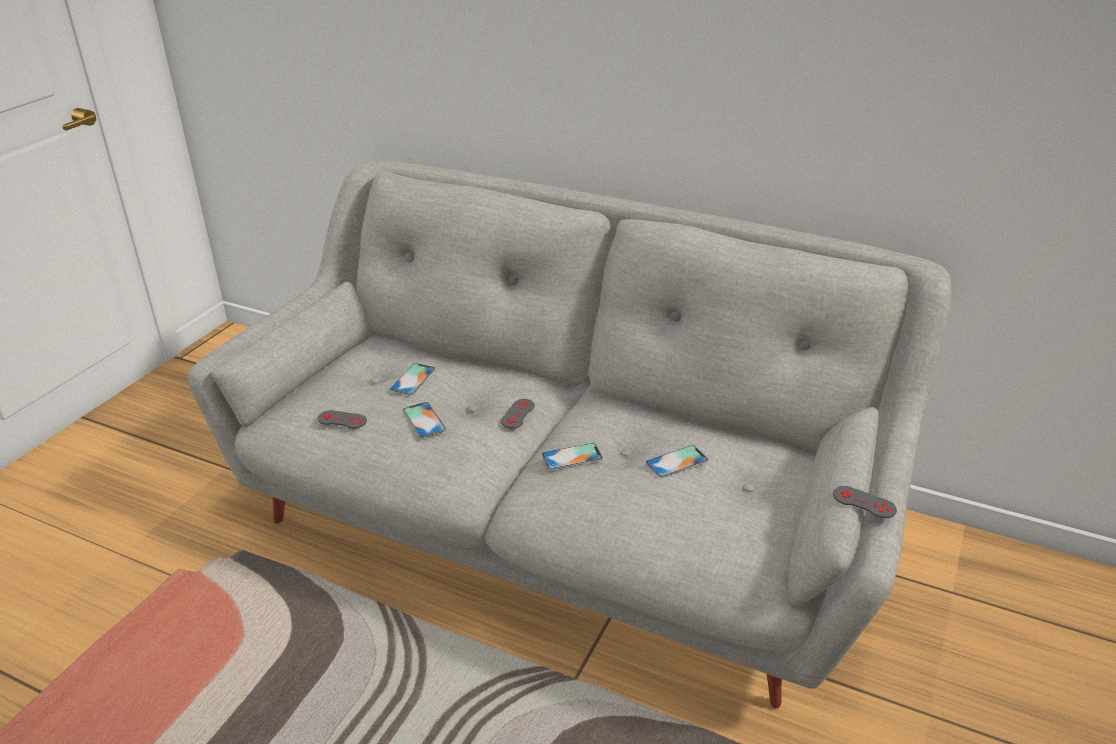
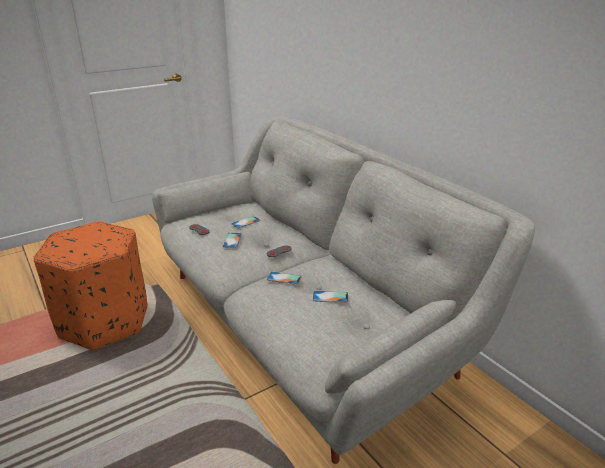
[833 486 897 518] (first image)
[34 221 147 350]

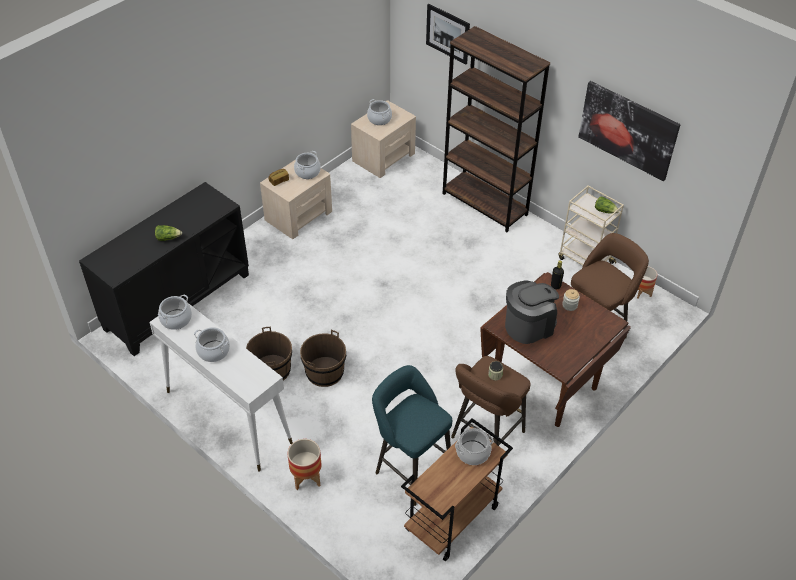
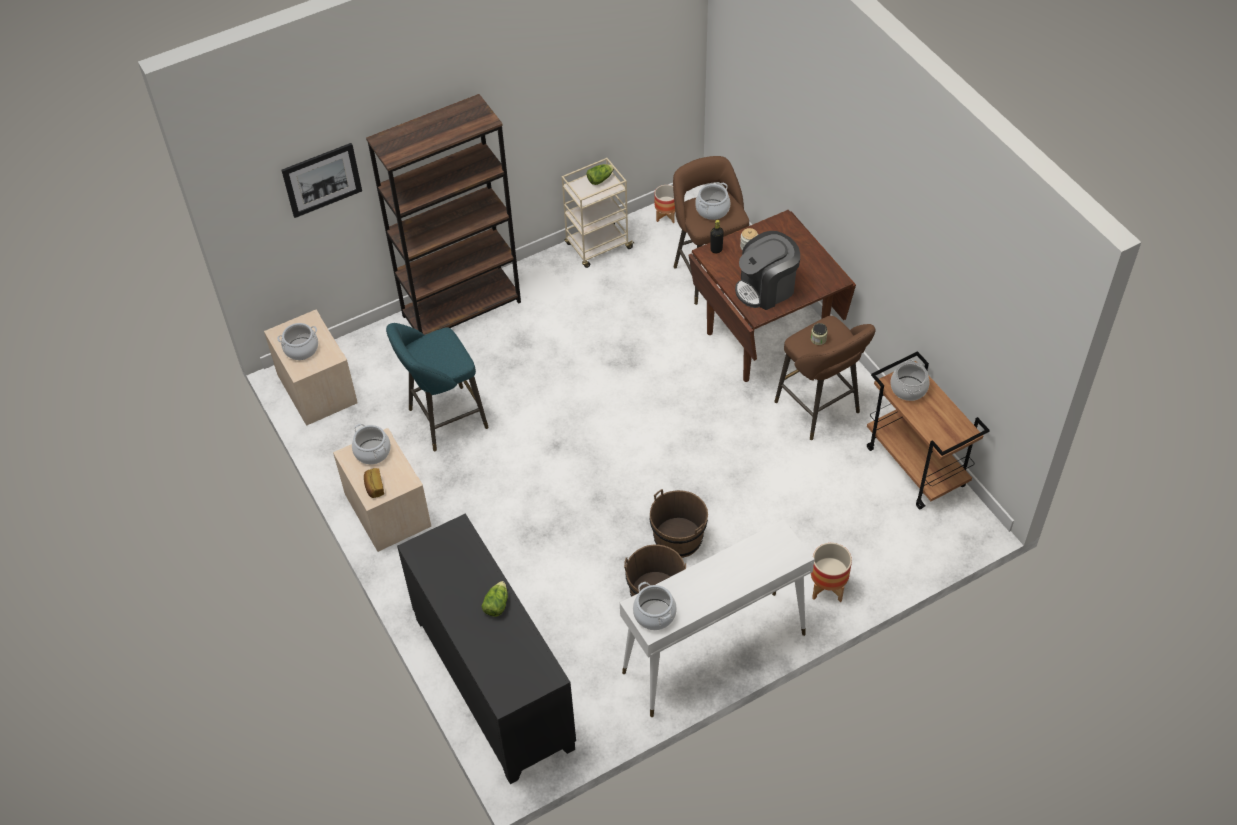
[578 81 681 181] (first image)
[735 231 800 310]
[695 182 730 220]
[386 323 489 452]

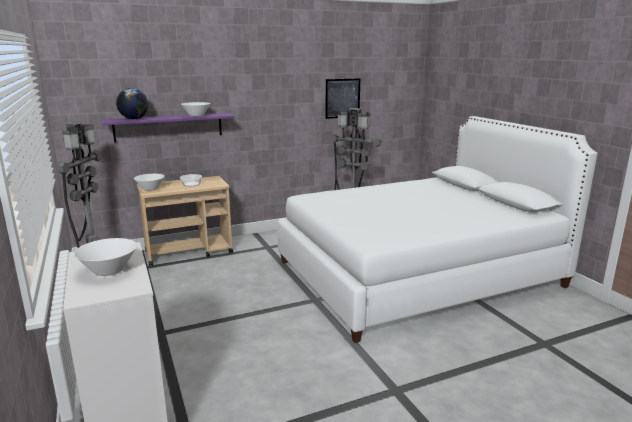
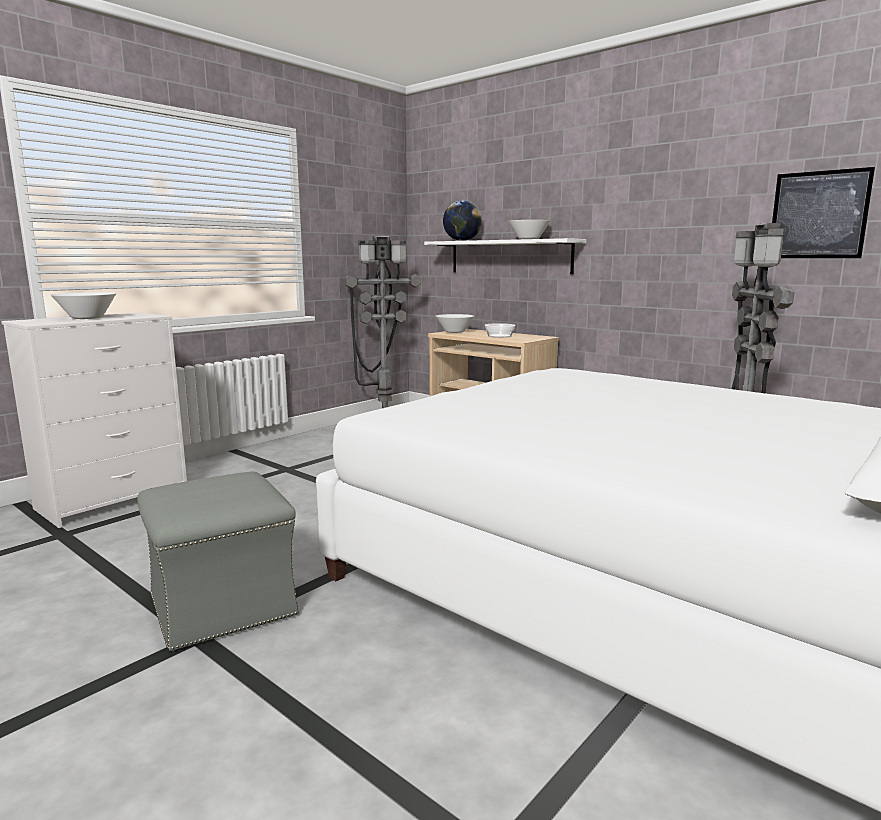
[424 238 586 274]
[137 472 299 651]

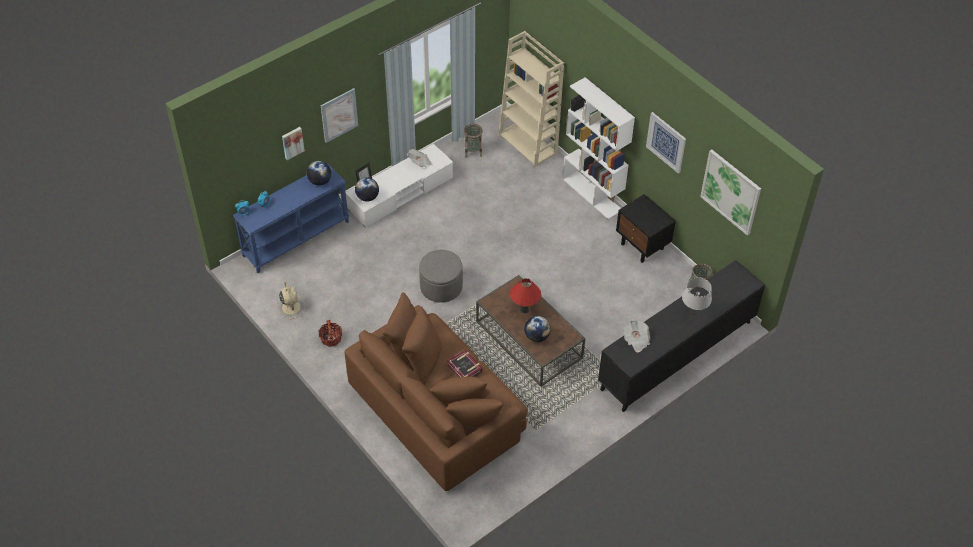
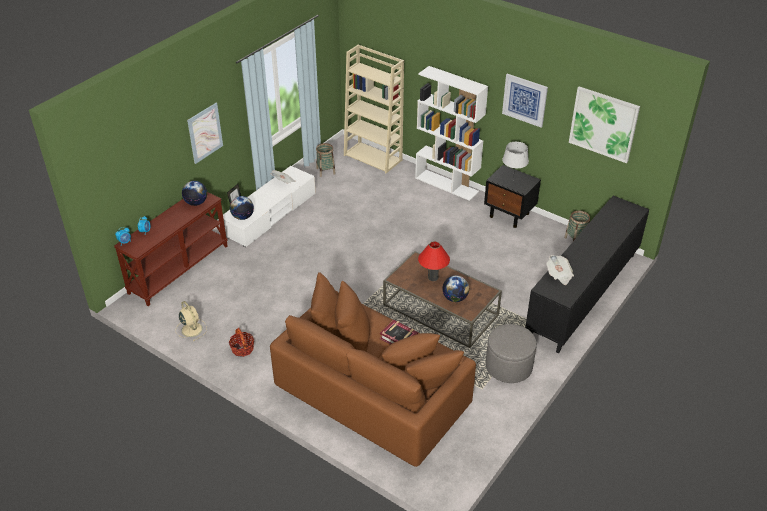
[282 127 305 160] (first image)
[114 192 228 306]
[486 324 537 383]
[502 142 529 180]

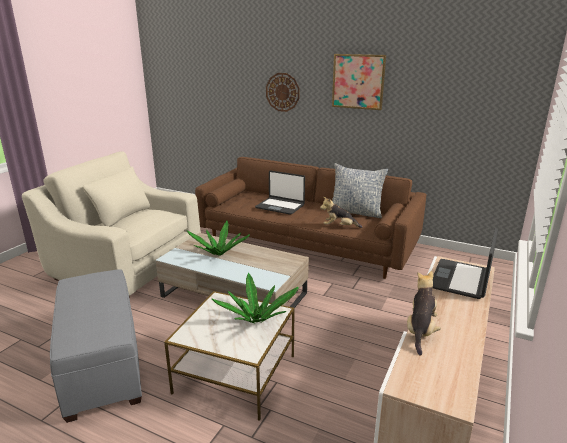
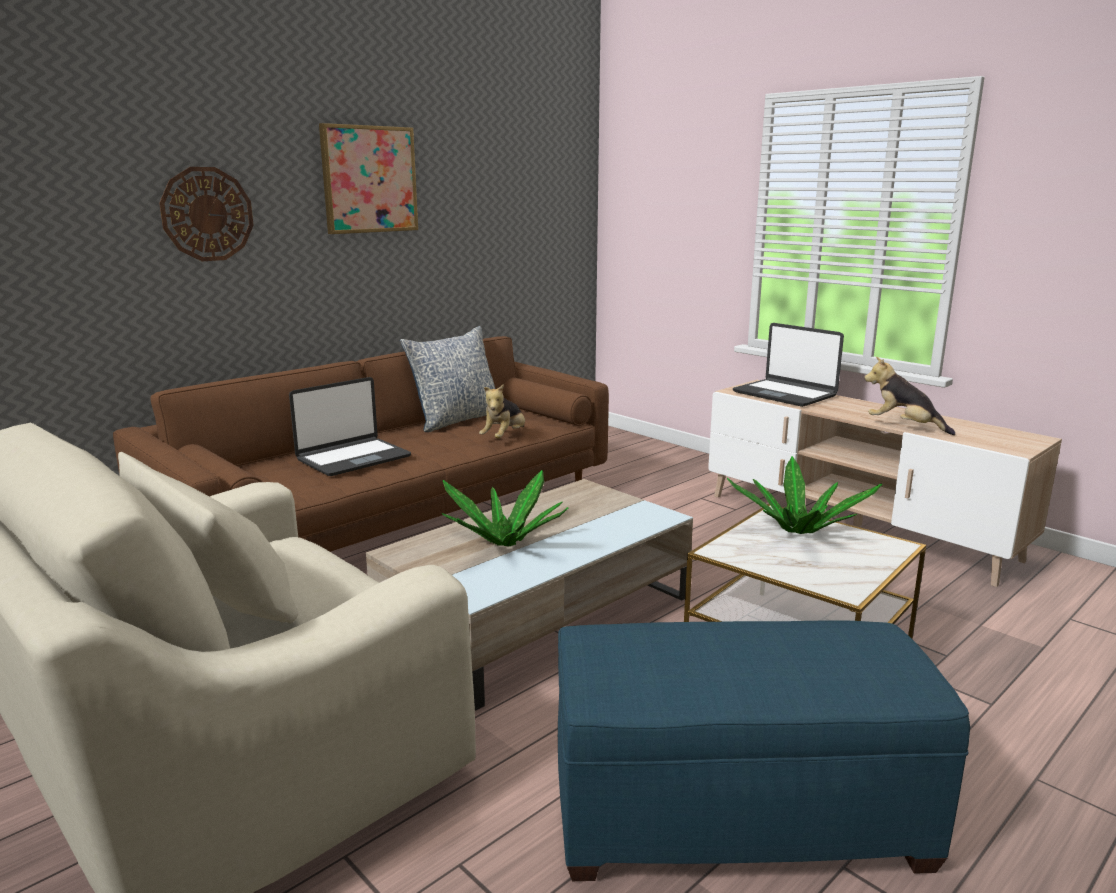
[558 620 970 881]

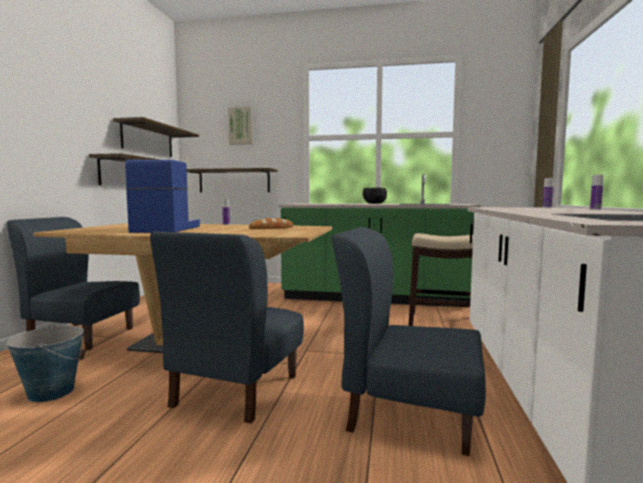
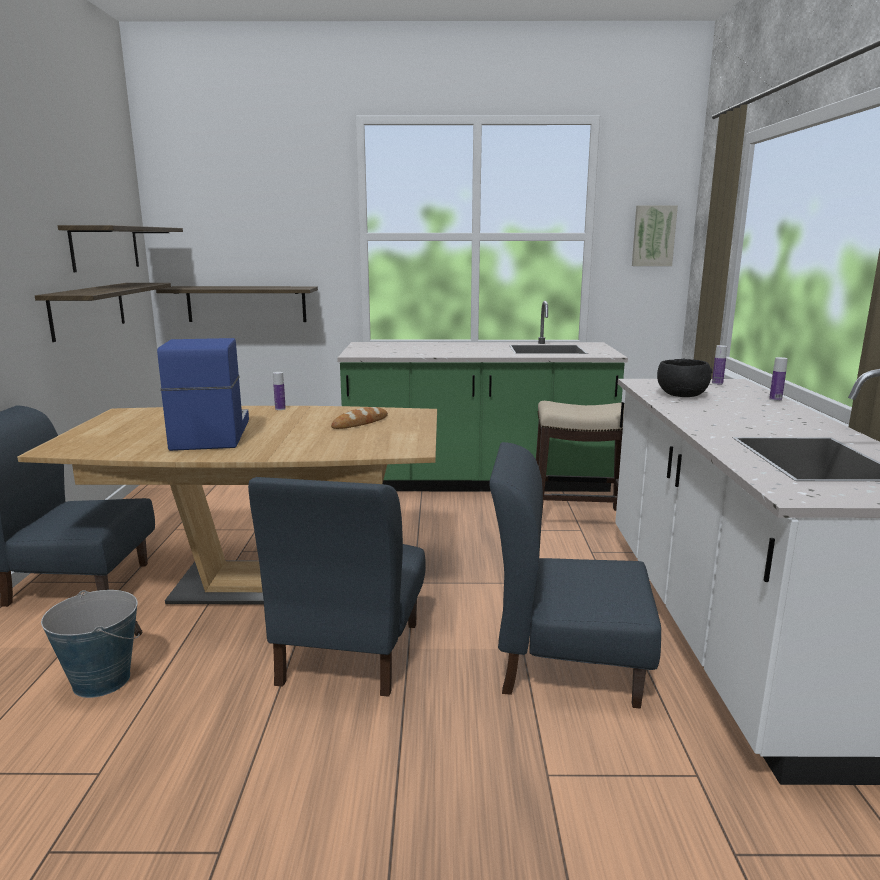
[632 205 678 266]
[657 359 712 397]

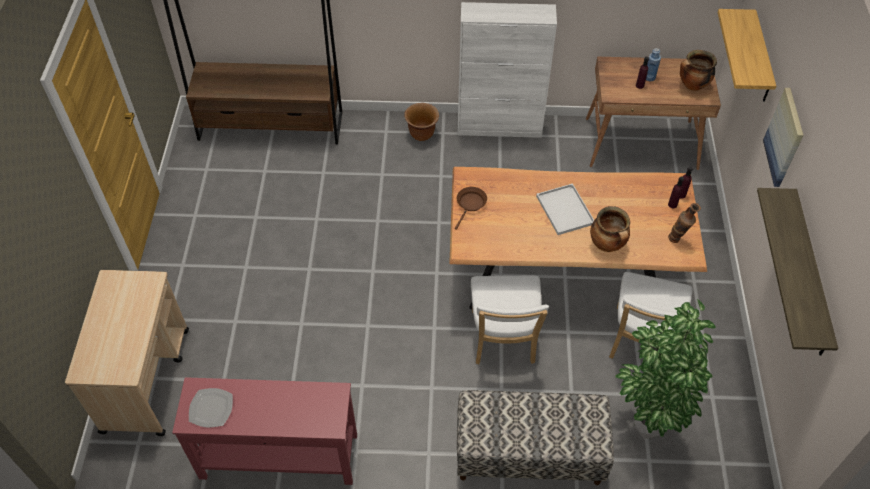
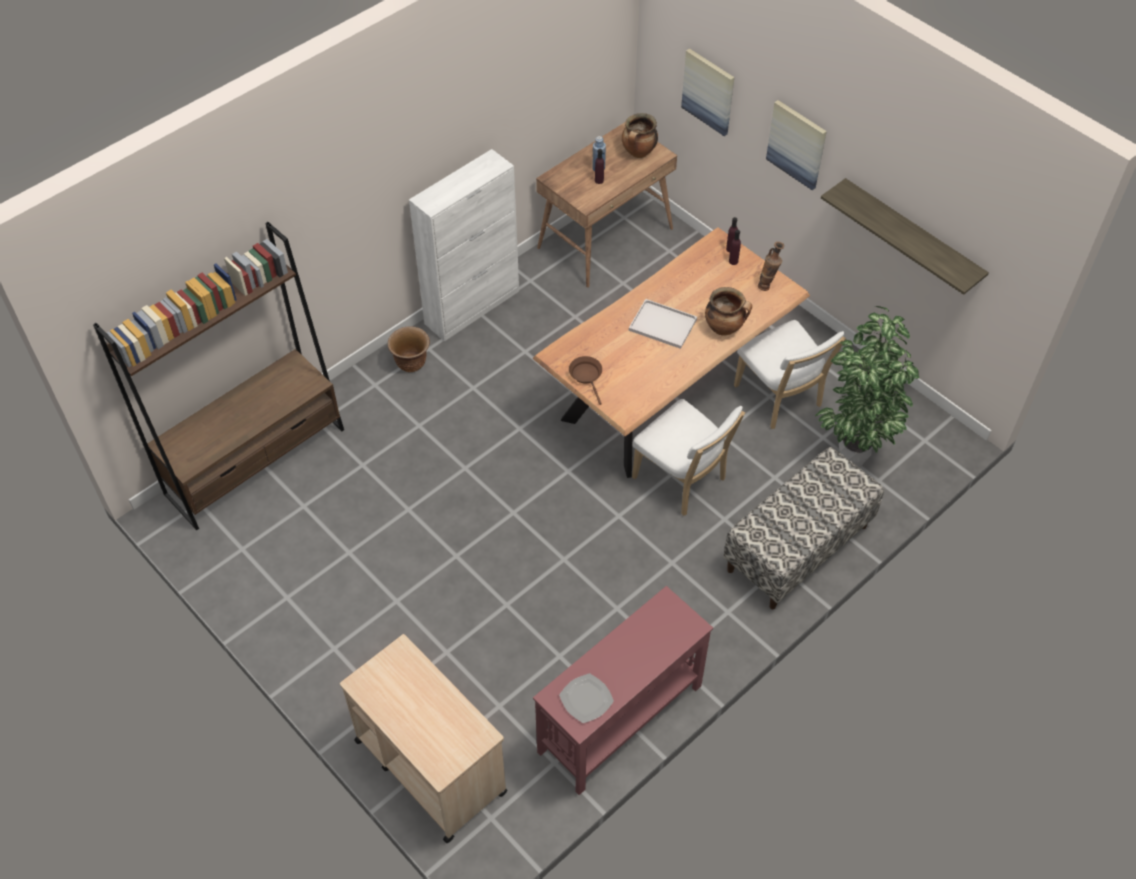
[681 48 734 136]

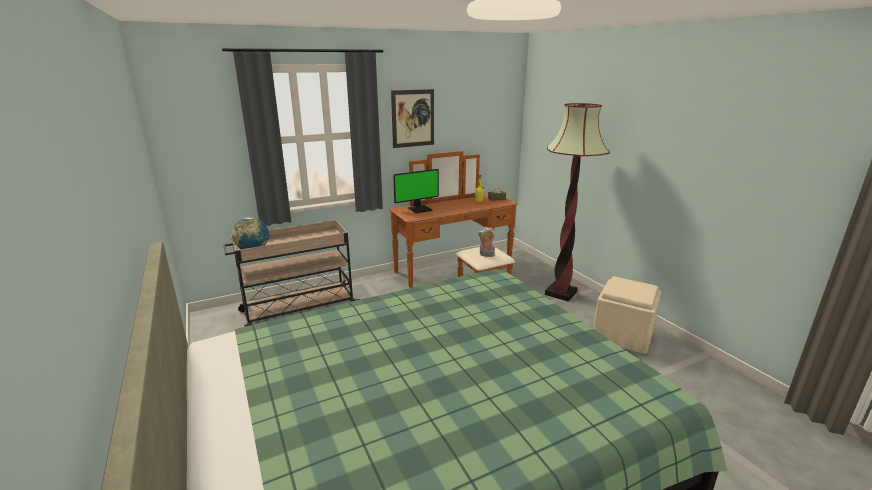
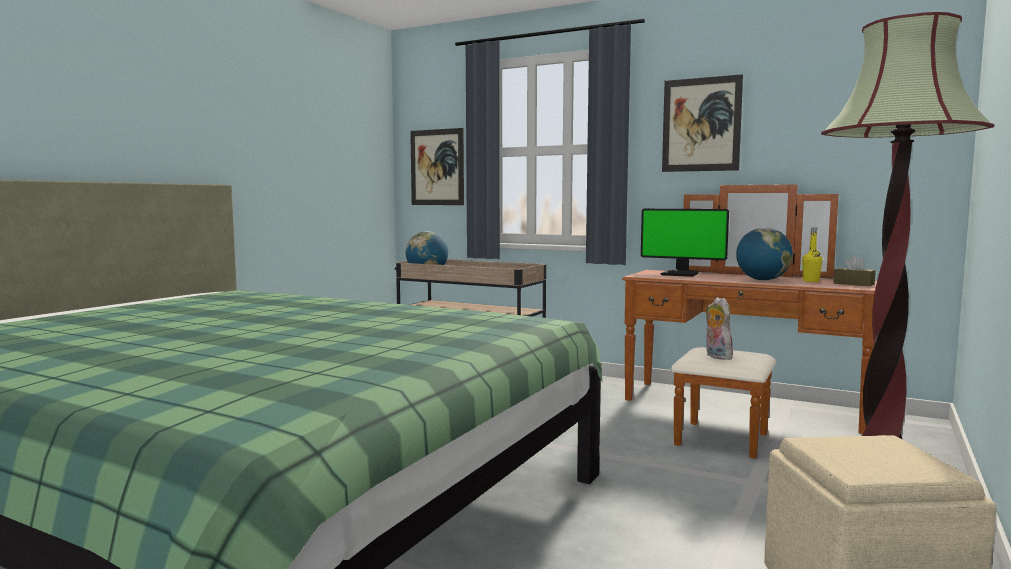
[410 128 464 205]
[736 228 793 281]

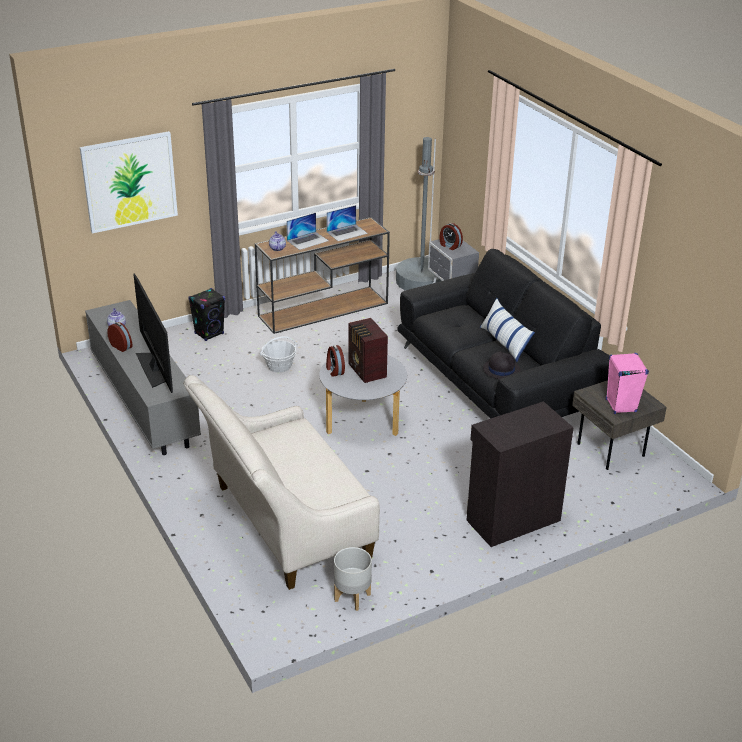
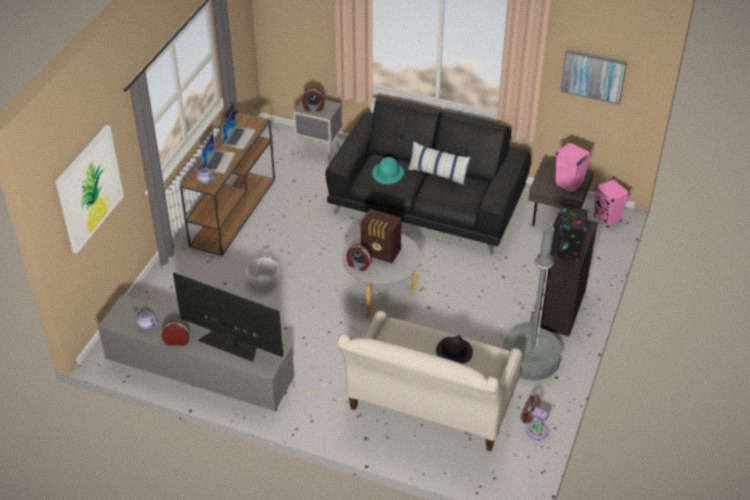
[503 227 562 381]
[557 206 588 261]
[436 335 473 364]
[521 395 549 440]
[561 49 627 104]
[372 157 404 184]
[594 178 630 228]

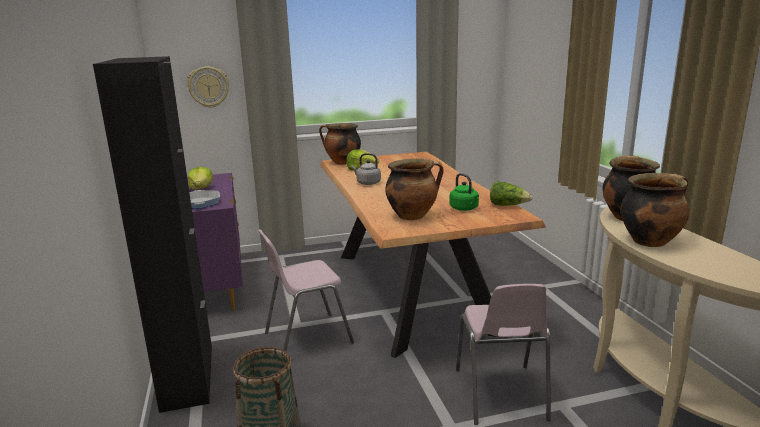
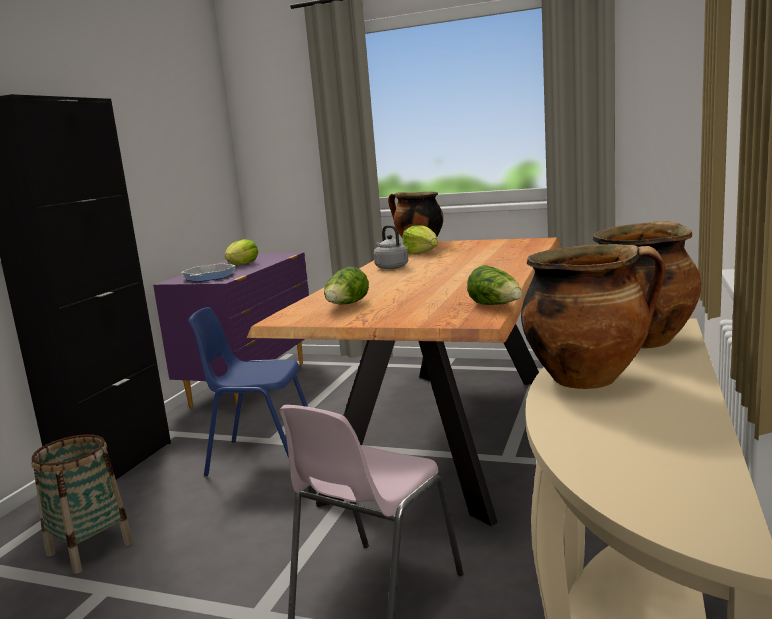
[187 66 229 108] (first image)
[324 267 369 305]
[449 173 479 211] (first image)
[188 307 308 476]

